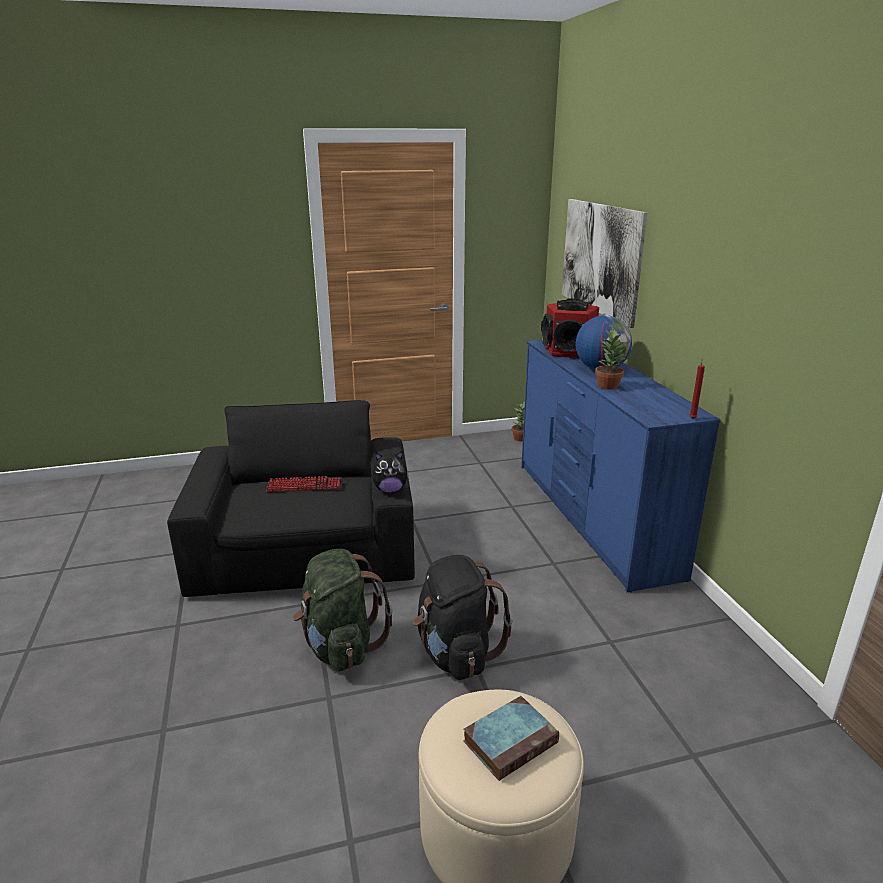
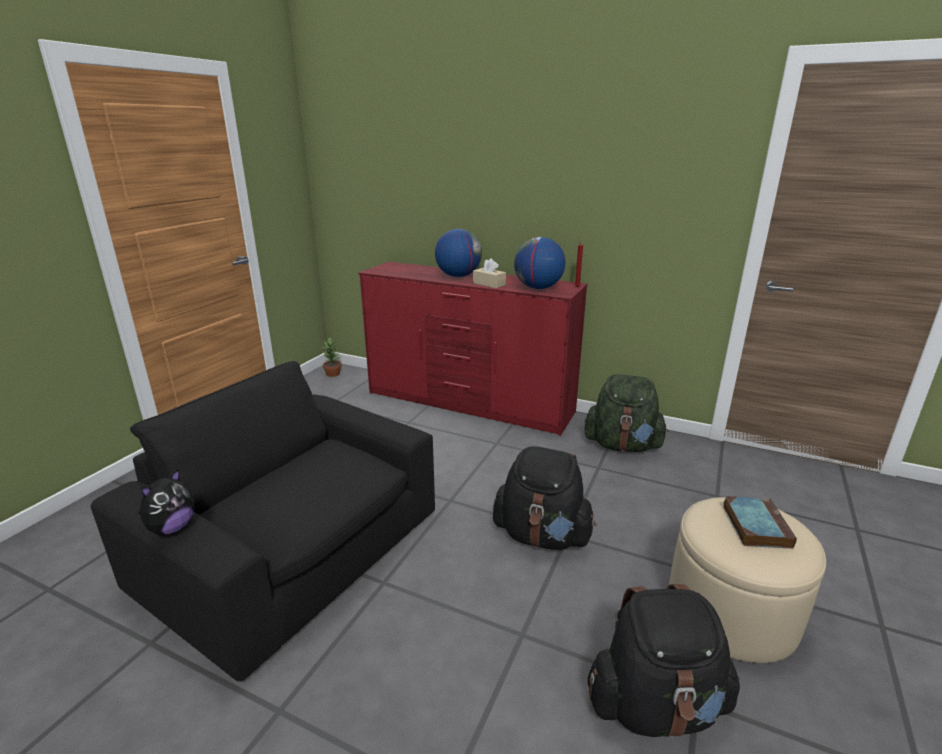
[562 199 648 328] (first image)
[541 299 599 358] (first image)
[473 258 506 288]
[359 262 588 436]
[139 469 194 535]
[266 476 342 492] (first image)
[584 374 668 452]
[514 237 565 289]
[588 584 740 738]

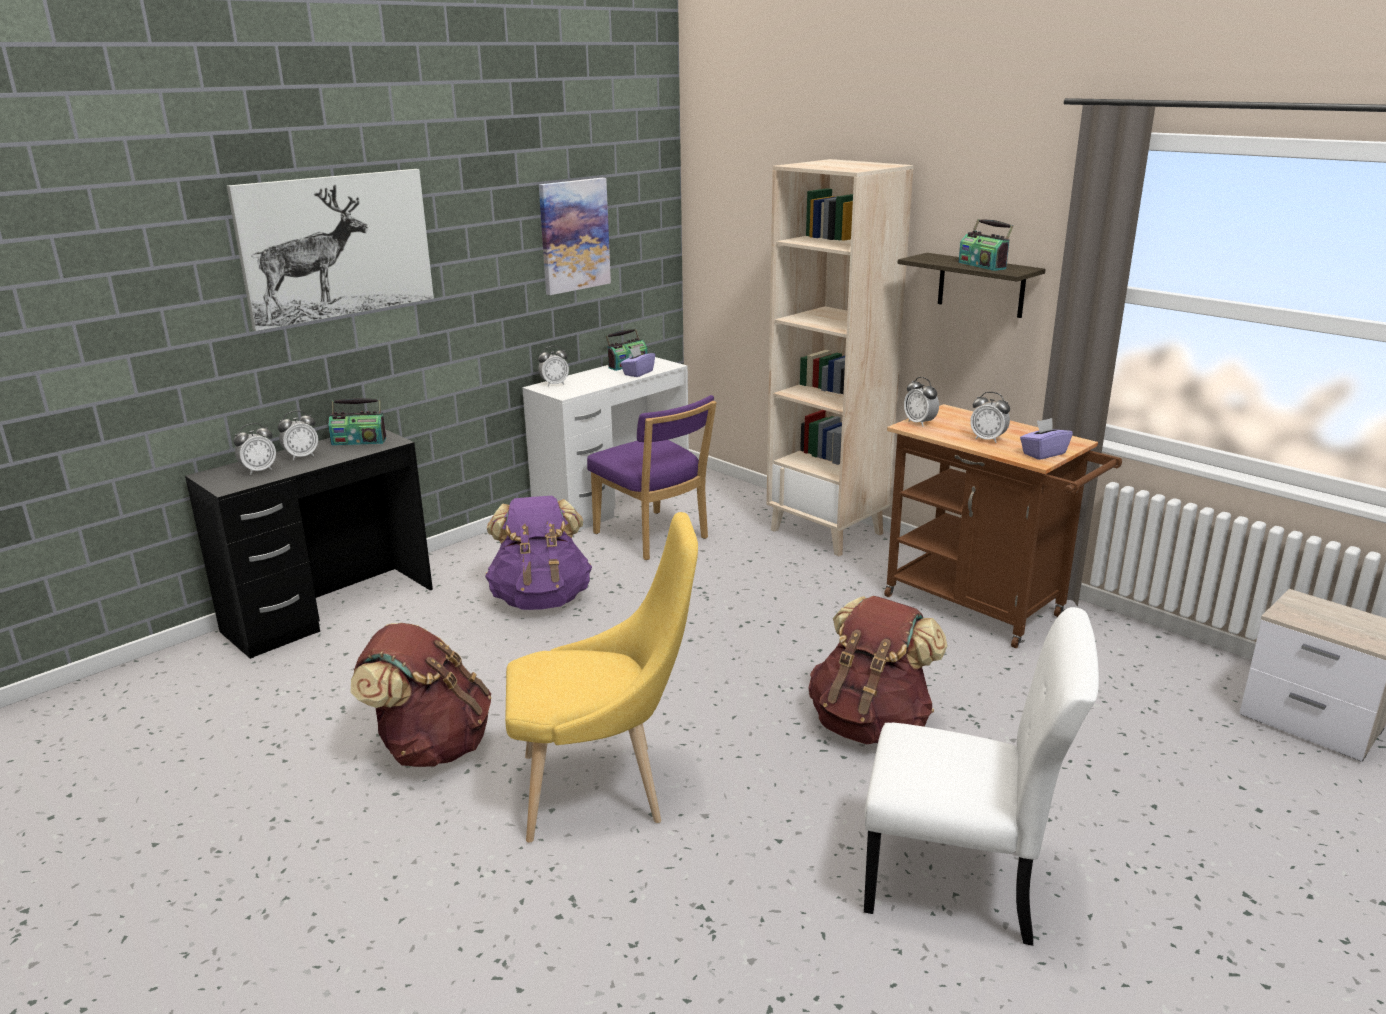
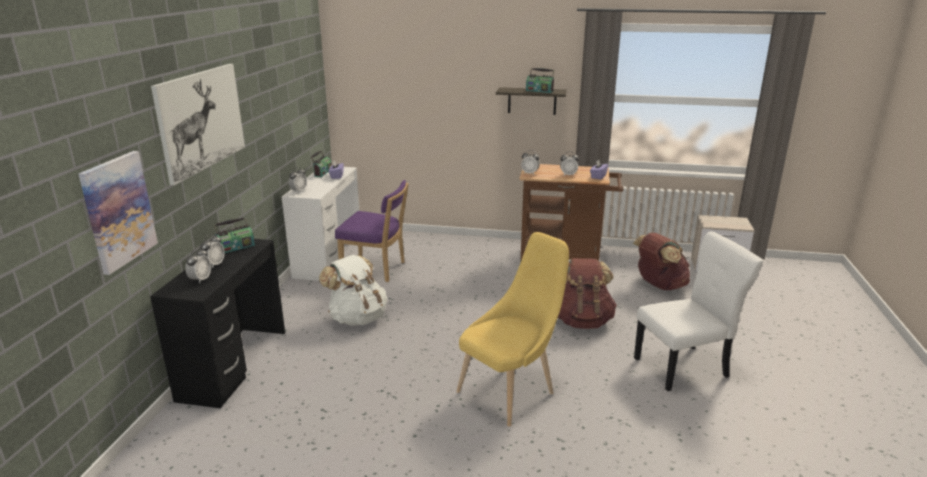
[766 159 914 556] (first image)
[79 151 158 275]
[319 255 387 326]
[633 233 690 290]

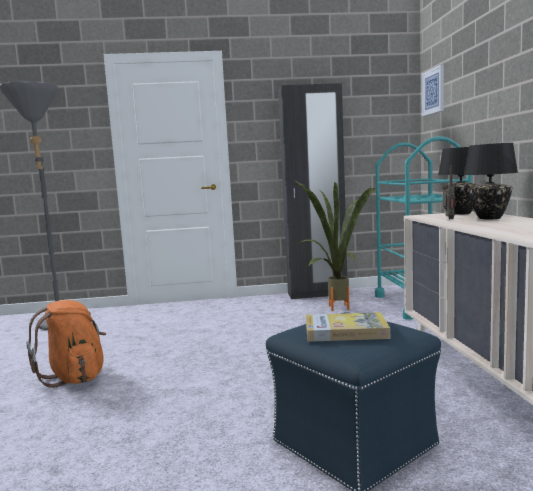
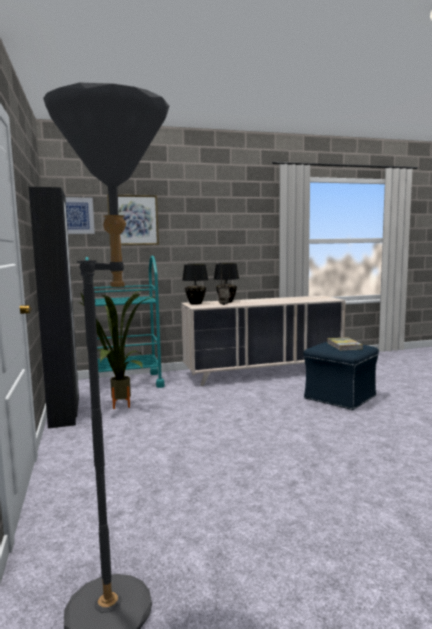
[27 300 106 388] (first image)
[107 194 159 246]

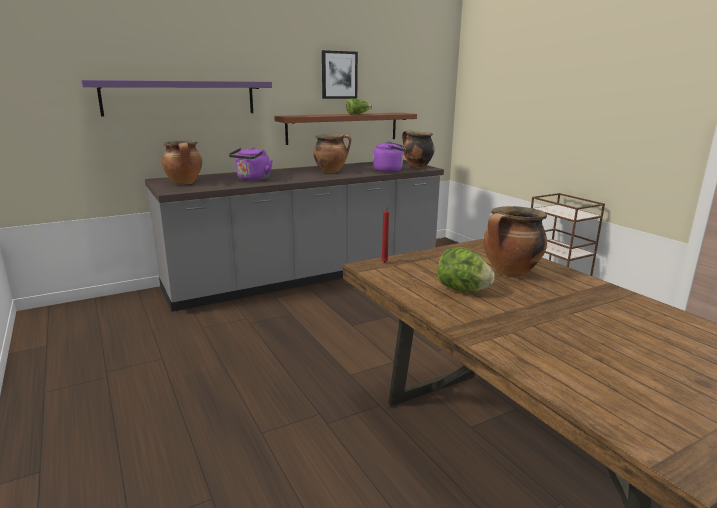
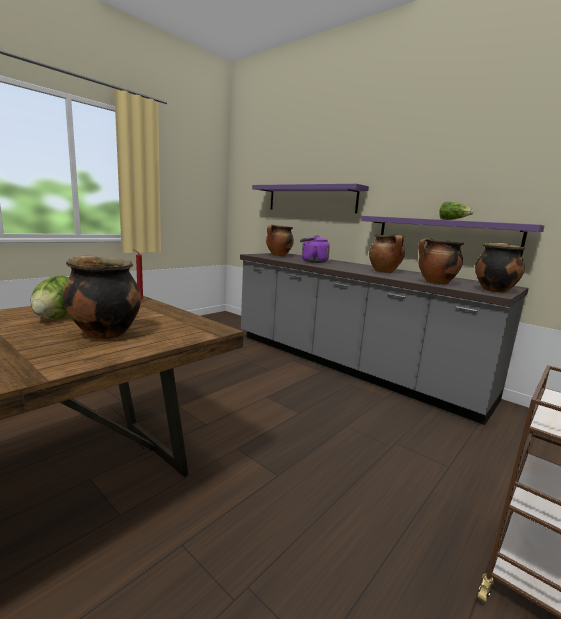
[322 50 358 99] (first image)
[362 216 544 256]
[418 238 464 285]

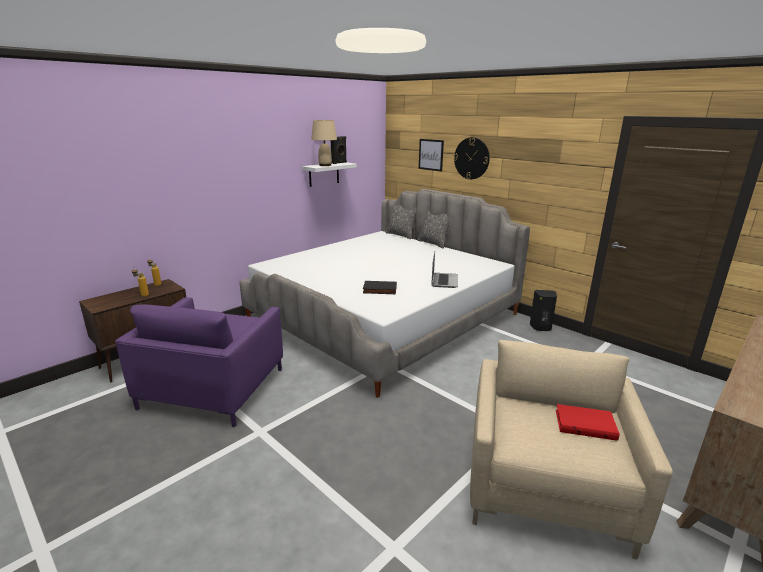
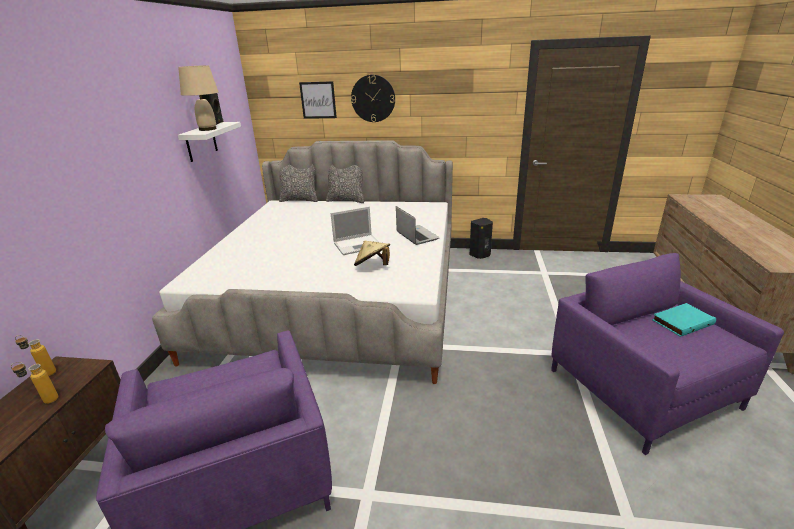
[354 241 390 266]
[551 253 784 455]
[652 303 716 337]
[331 206 378 255]

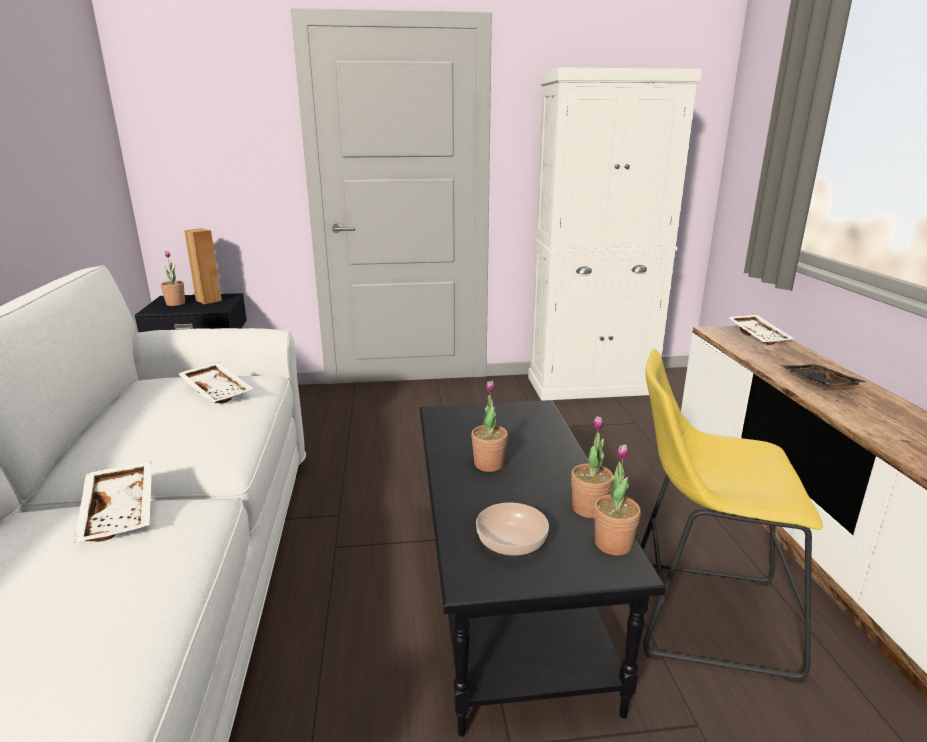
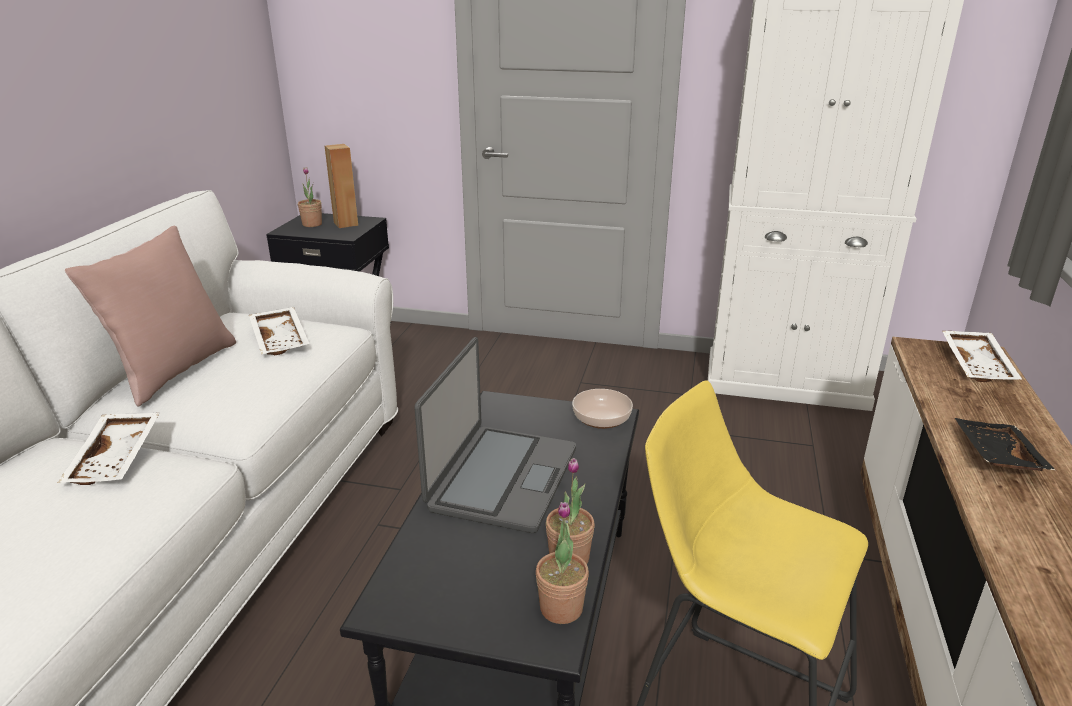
[414 337 576 533]
[572 389 633 429]
[65 226 236 407]

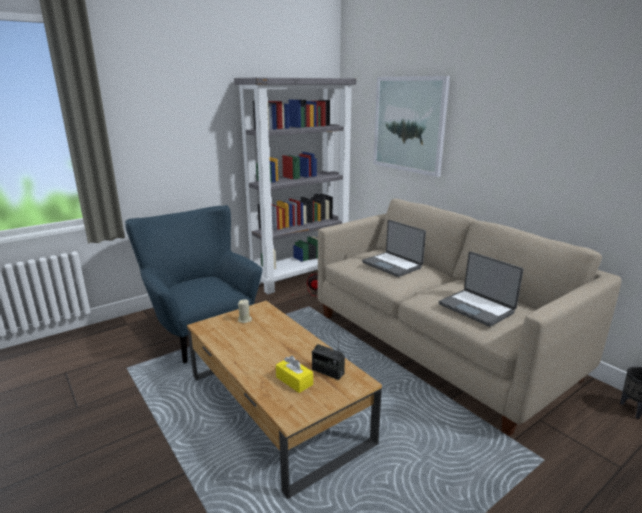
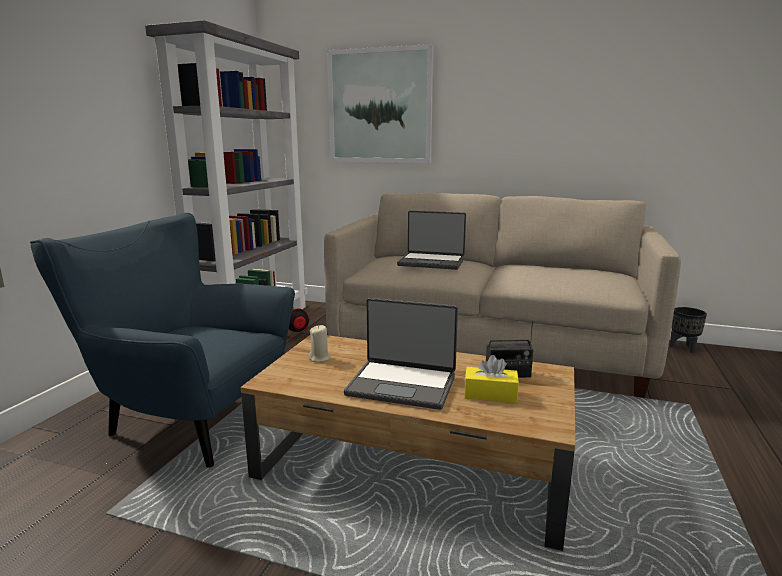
[344 298 458 410]

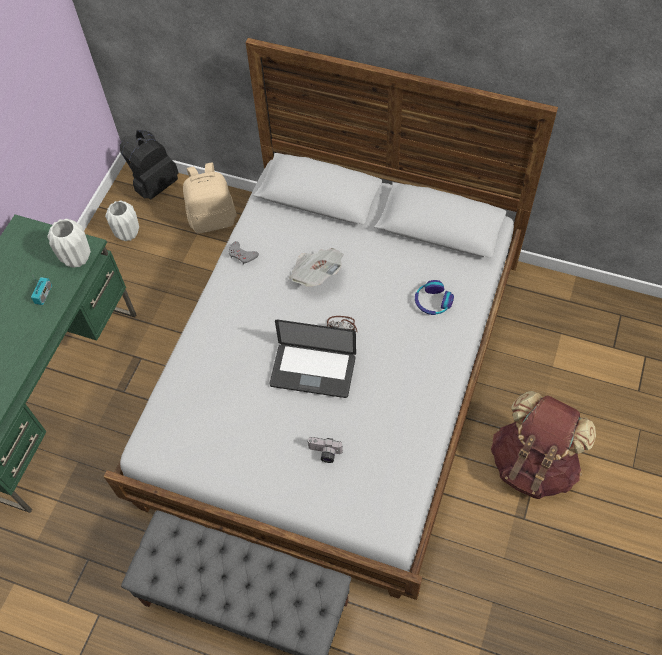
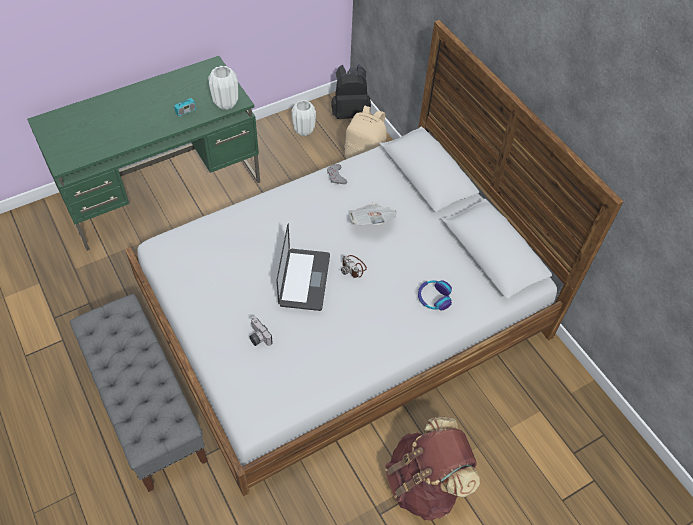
[276 223 330 311]

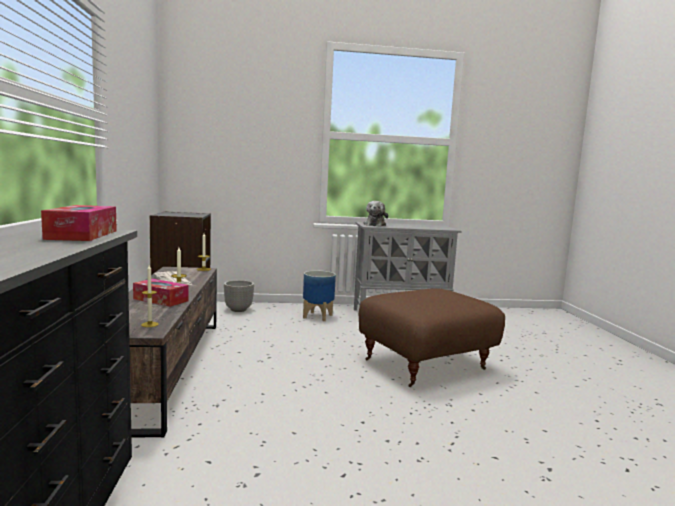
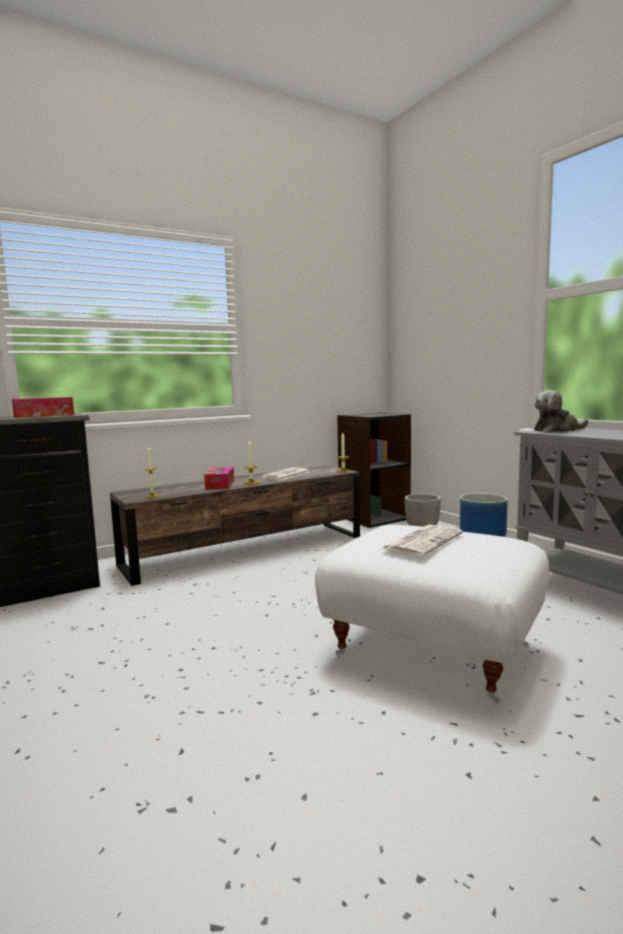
[315 525 549 703]
[380 525 463 557]

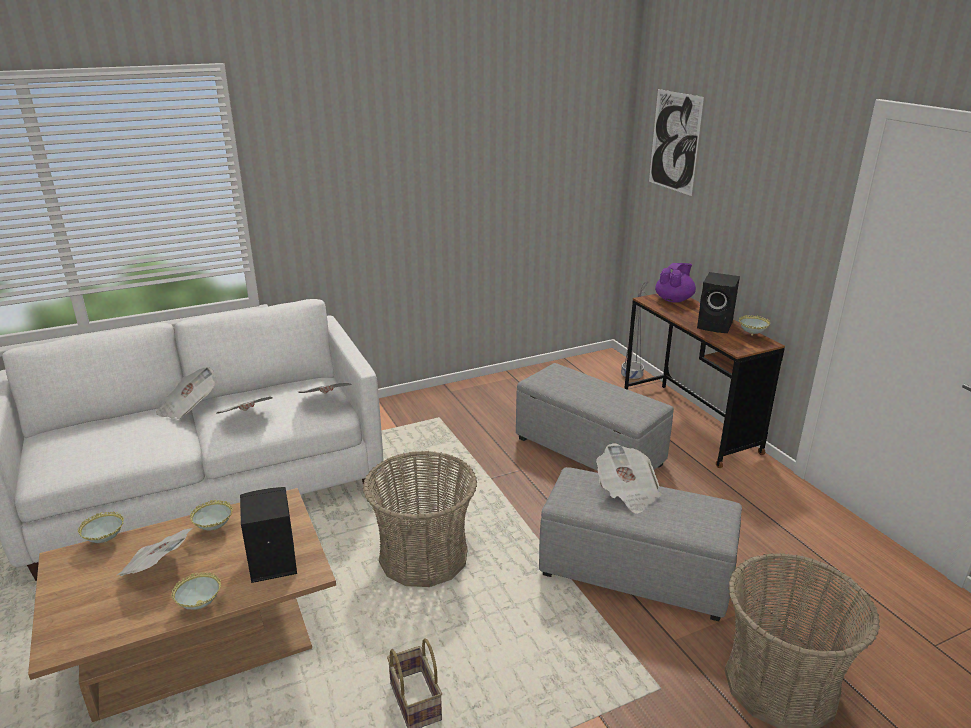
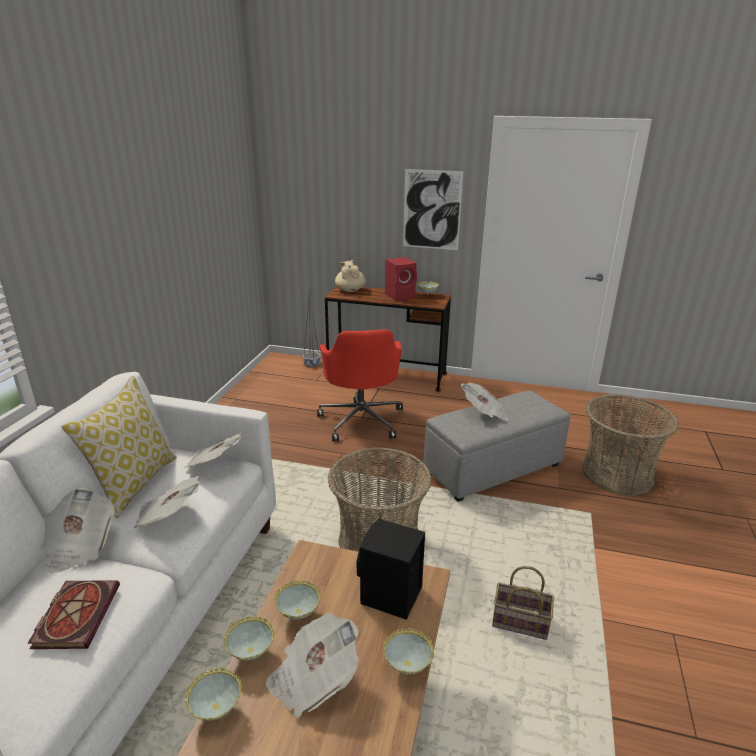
[403 169 463 250]
[335 260 365 292]
[385 257 417 301]
[317 329 403 441]
[61 375 177 518]
[27 581 120 649]
[223 616 274 661]

